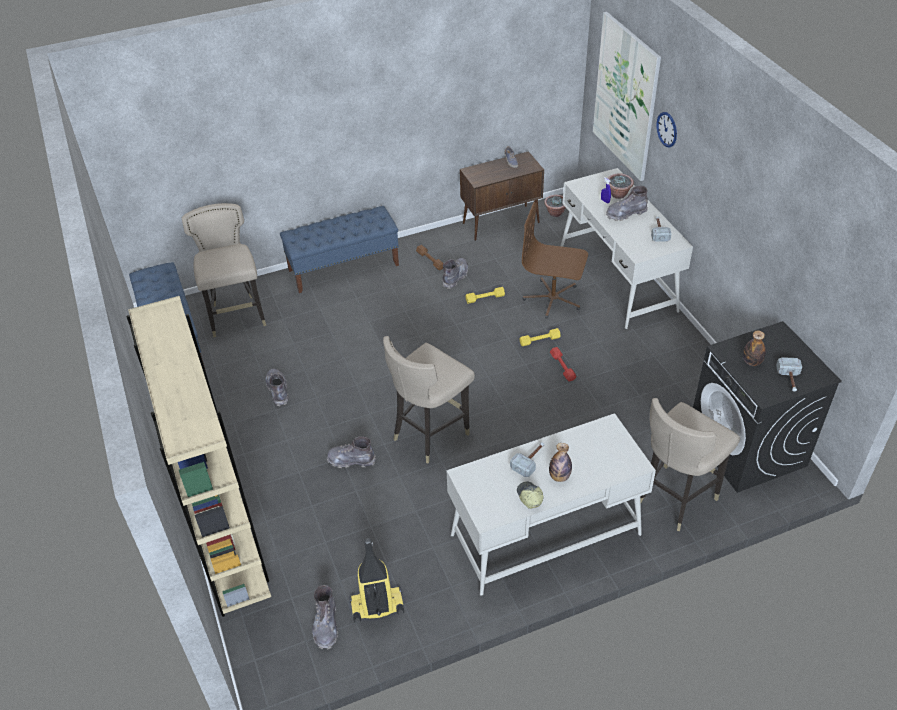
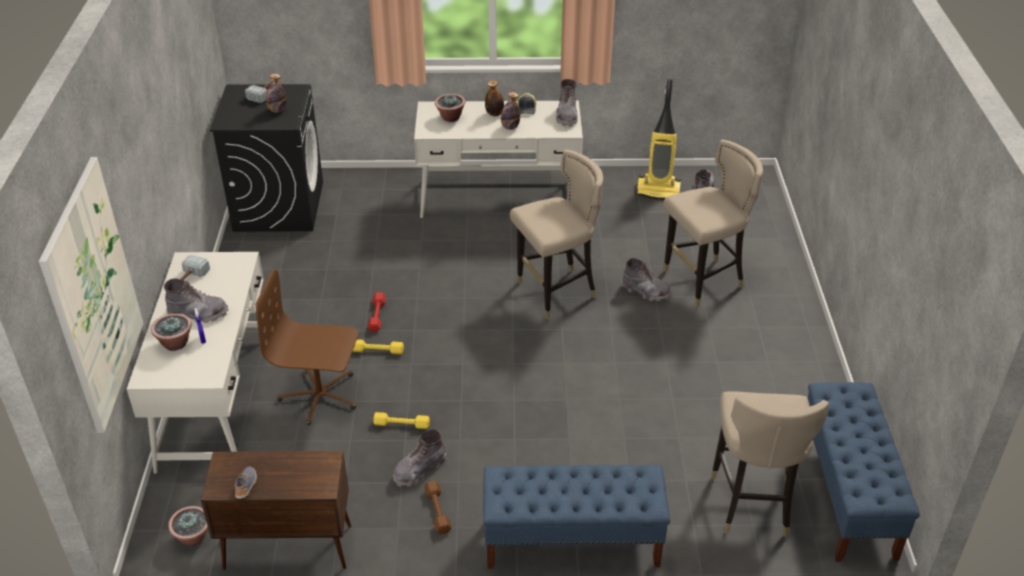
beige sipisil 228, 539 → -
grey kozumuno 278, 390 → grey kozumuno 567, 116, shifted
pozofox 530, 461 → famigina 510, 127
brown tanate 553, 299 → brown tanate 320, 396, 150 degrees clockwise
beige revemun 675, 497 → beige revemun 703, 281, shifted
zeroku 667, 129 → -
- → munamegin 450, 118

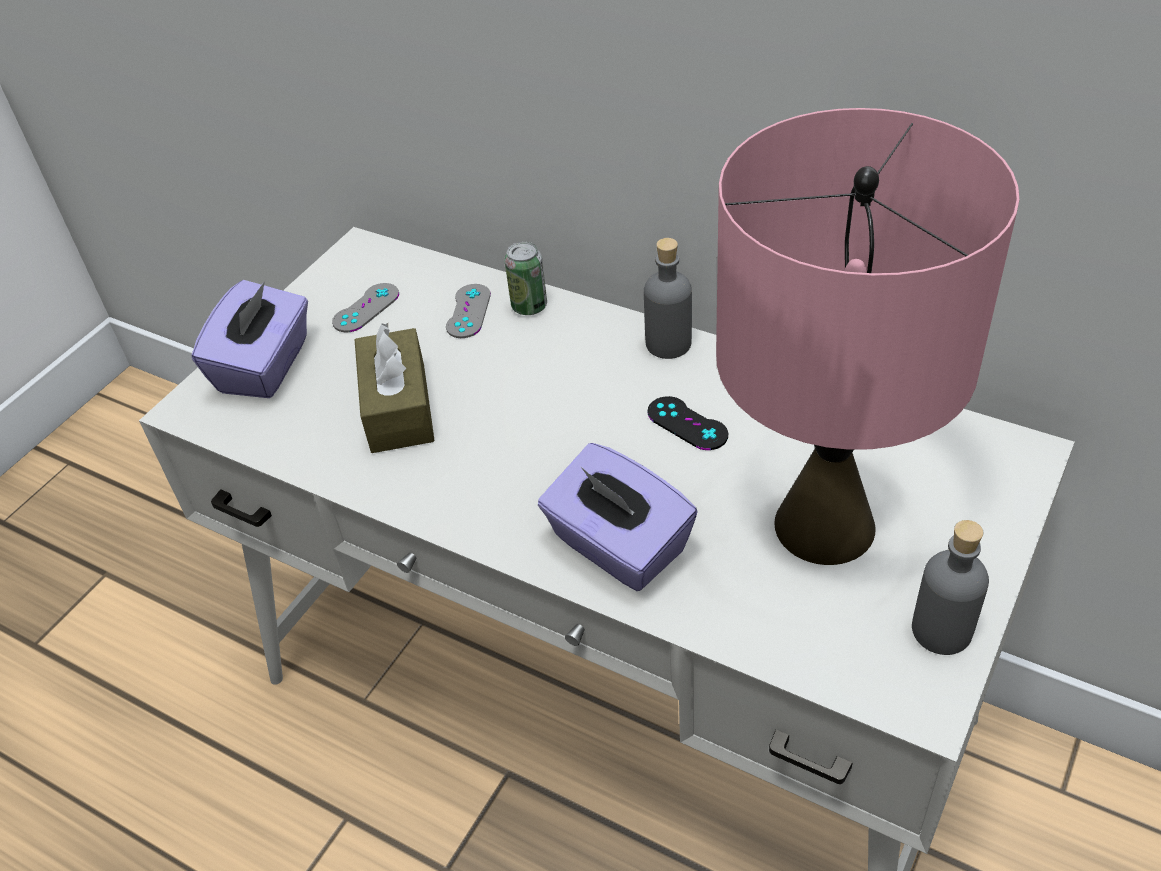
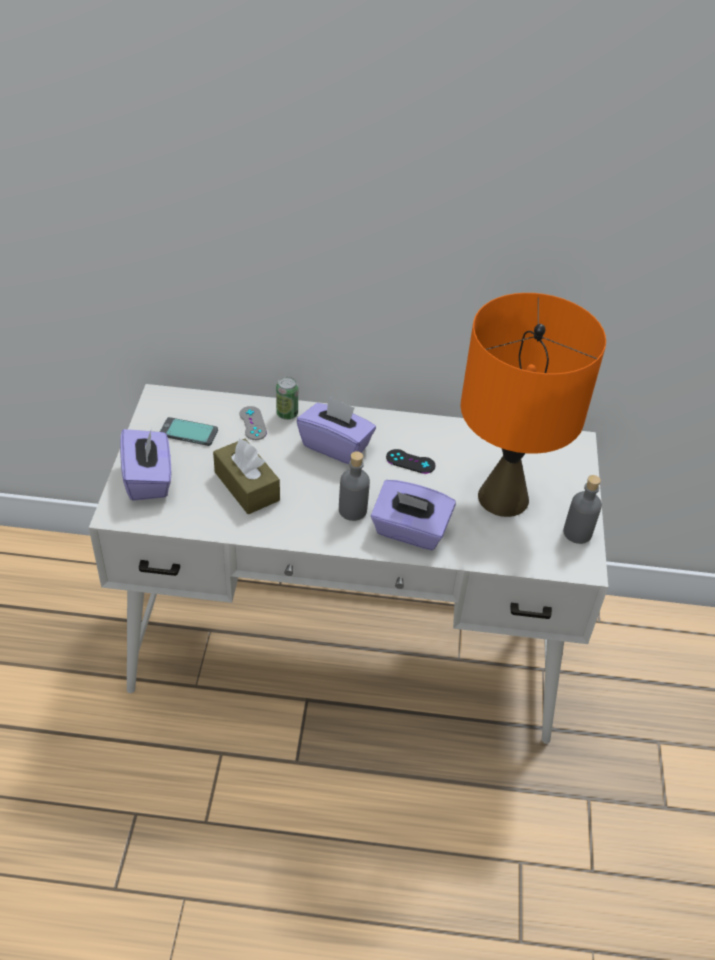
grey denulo 366, 308 → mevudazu 188, 433
grey famigina 668, 343 → grey famigina 353, 510, shifted
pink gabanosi 826, 526 → orange gabanosi 504, 498
- → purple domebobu 336, 446

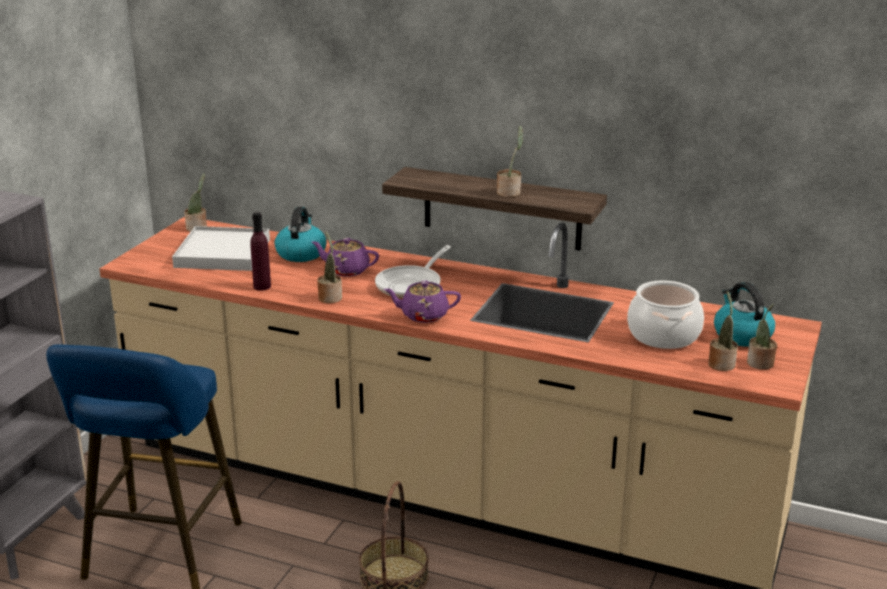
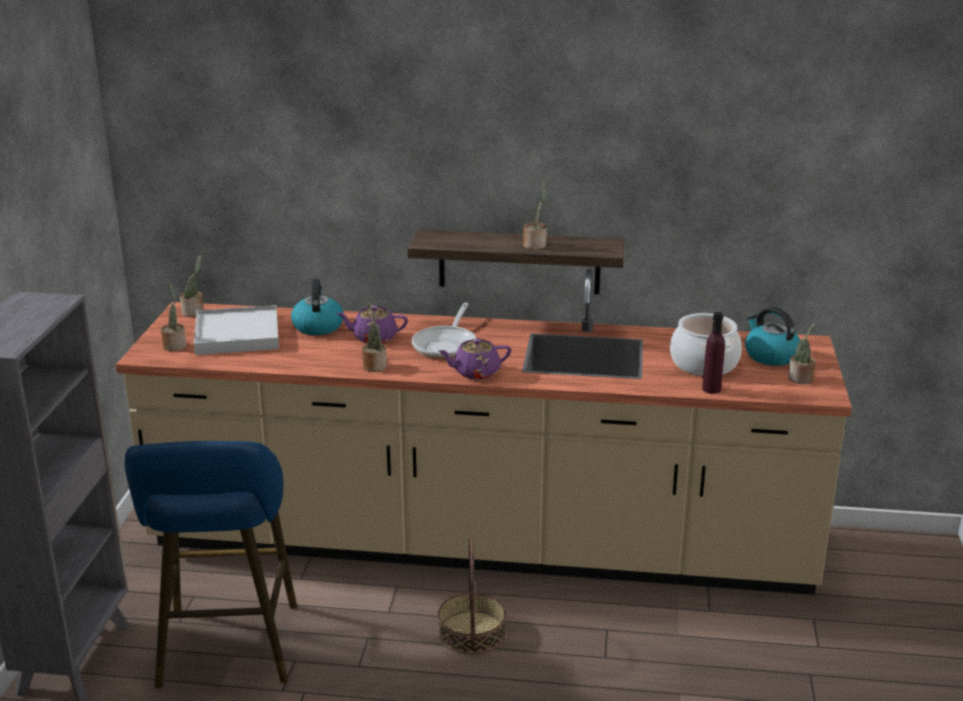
purple famigina 262, 286 → purple famigina 711, 389, shifted
munamegin 721, 363 → munamegin 175, 345, shifted

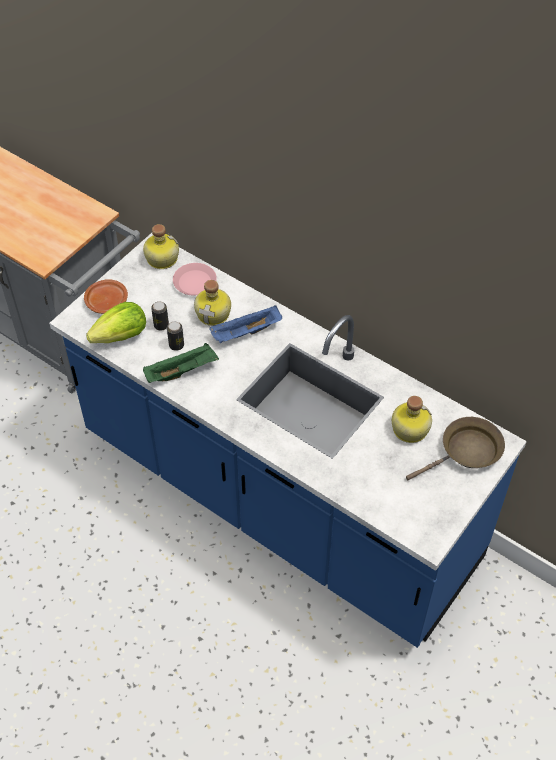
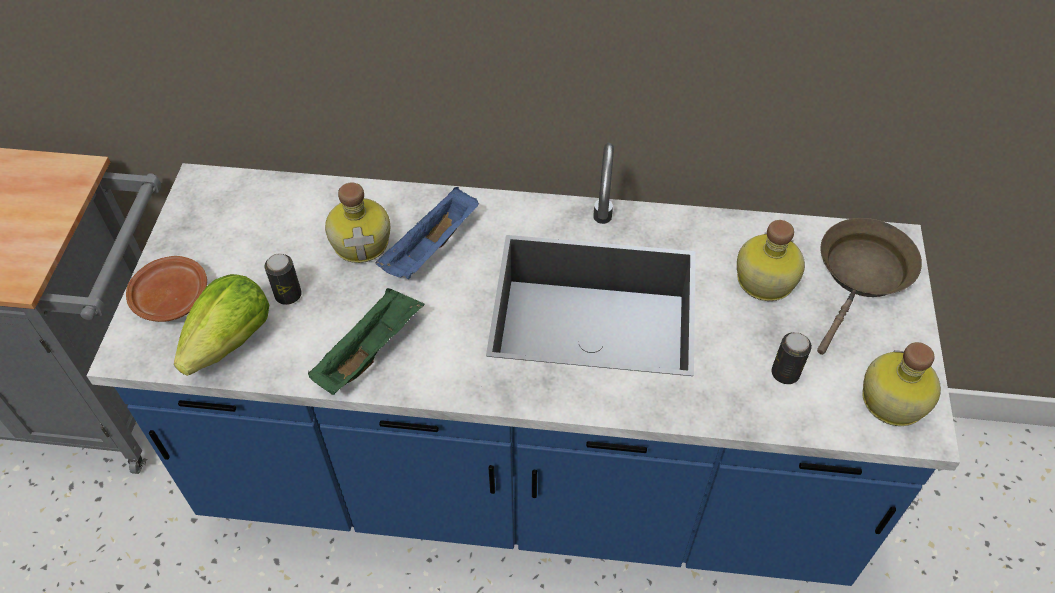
famigina 161, 258 → famigina 891, 401, shifted
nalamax 176, 345 → nalamax 785, 373, shifted
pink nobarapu 195, 282 → -

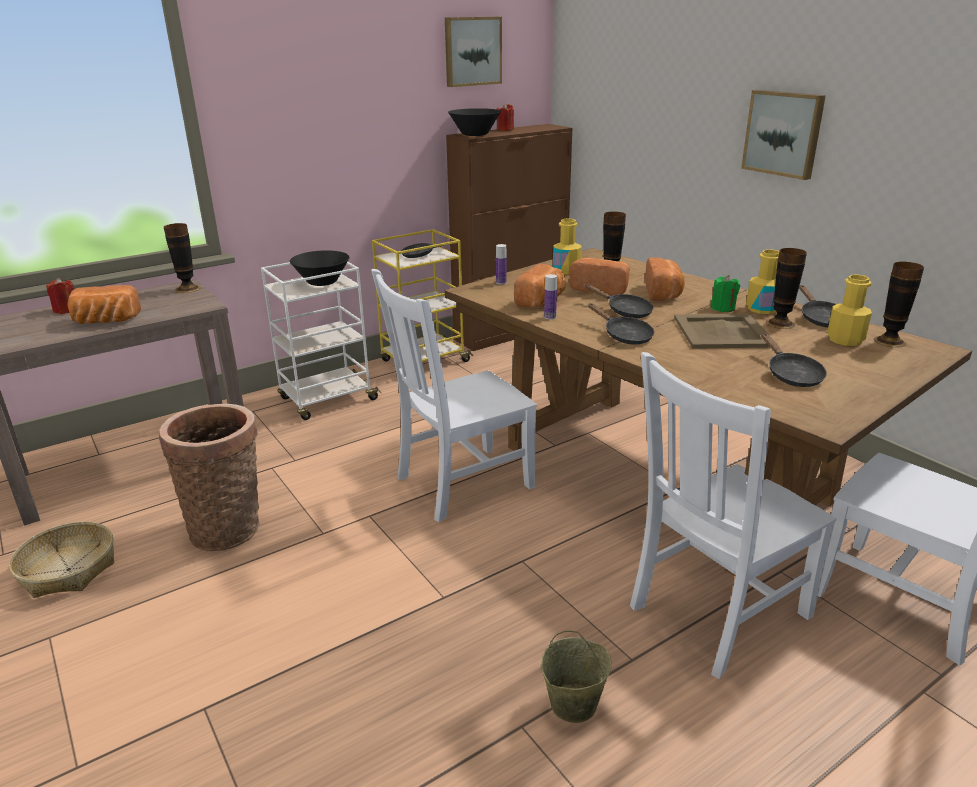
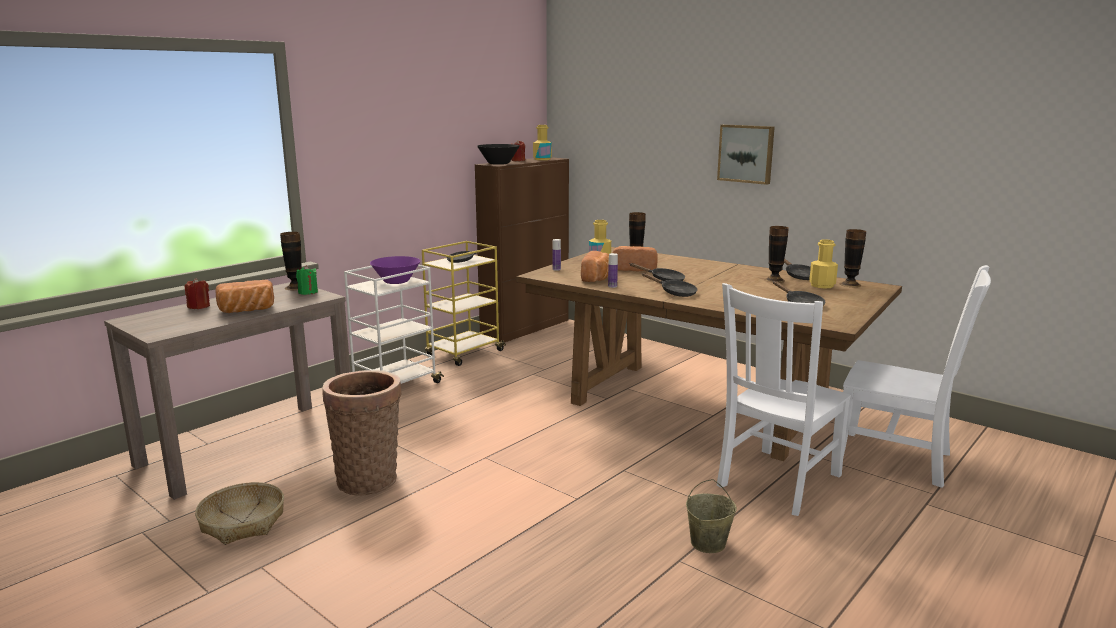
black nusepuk 322, 282 → purple nusepuk 396, 281
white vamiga 460, 483 → -
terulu 472, 51 → -
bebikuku 664, 293 → -
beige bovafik 723, 332 → -
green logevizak 723, 308 → green logevizak 308, 292, shifted
yellow famigina 762, 309 → yellow famigina 542, 159, shifted

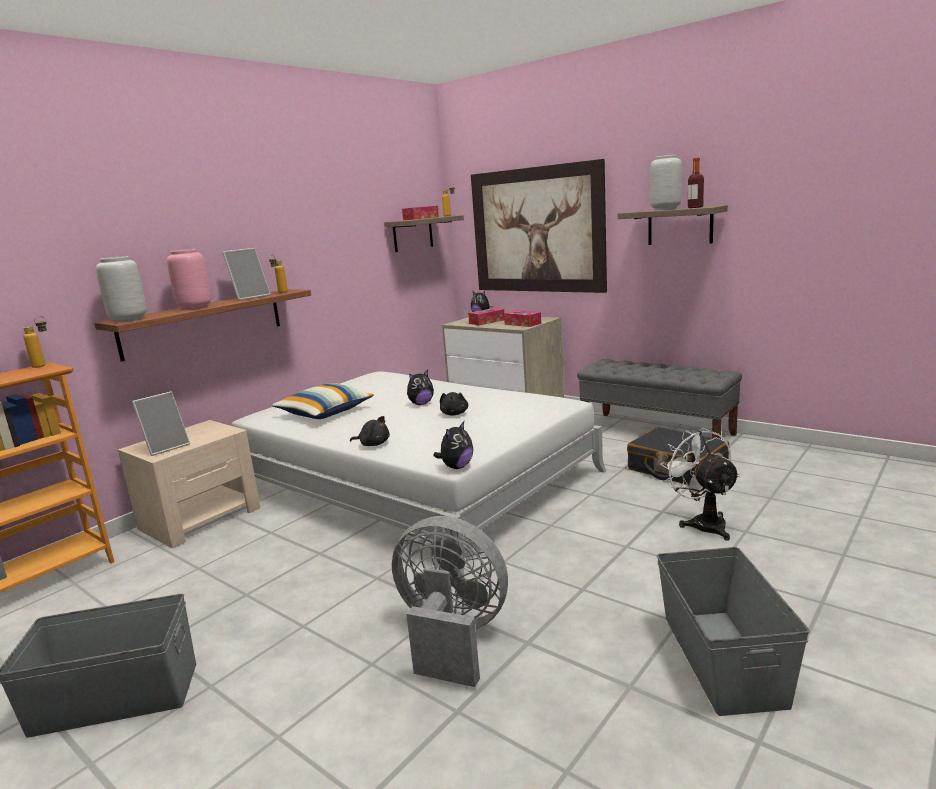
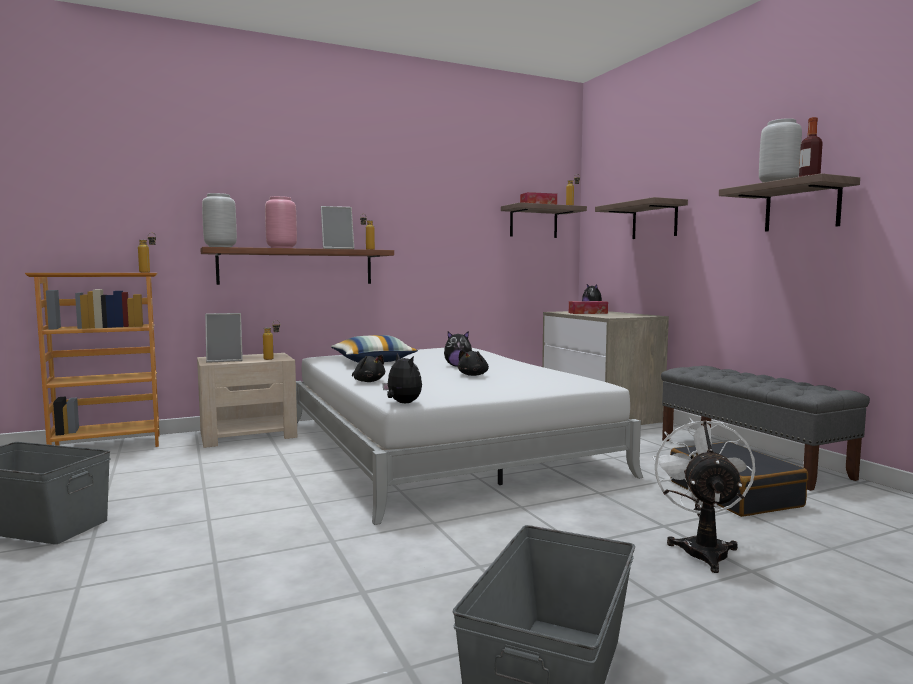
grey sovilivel 451, 637 → -
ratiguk 456, 467 → ratiguk 402, 403, 105 degrees counterclockwise
terulu 536, 230 → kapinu 654, 220
domebobu 522, 324 → -
- → famigina 272, 359

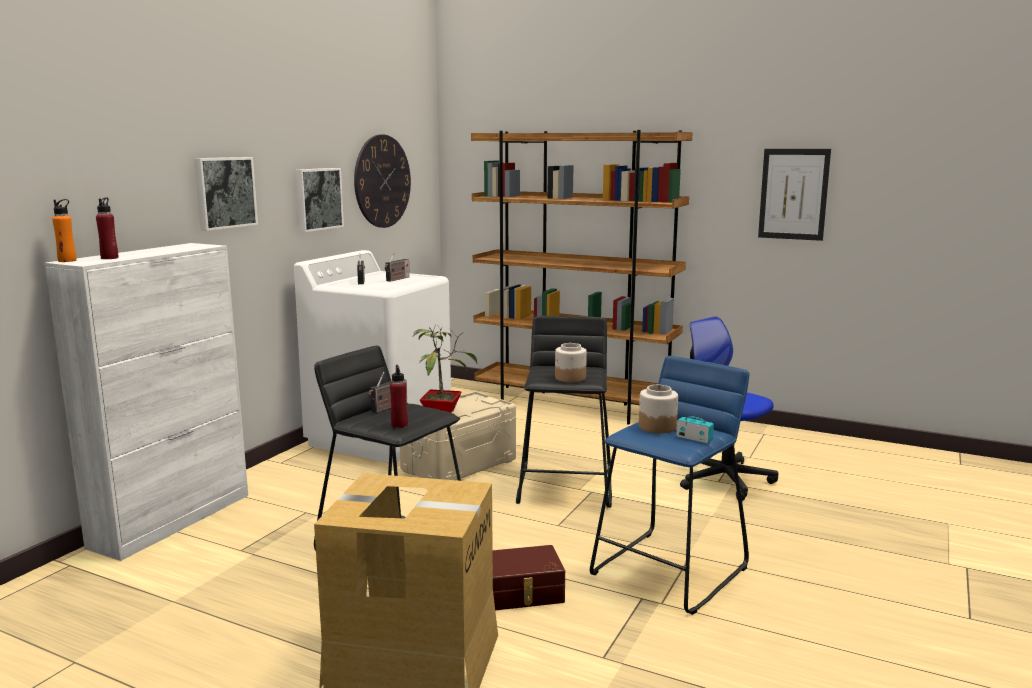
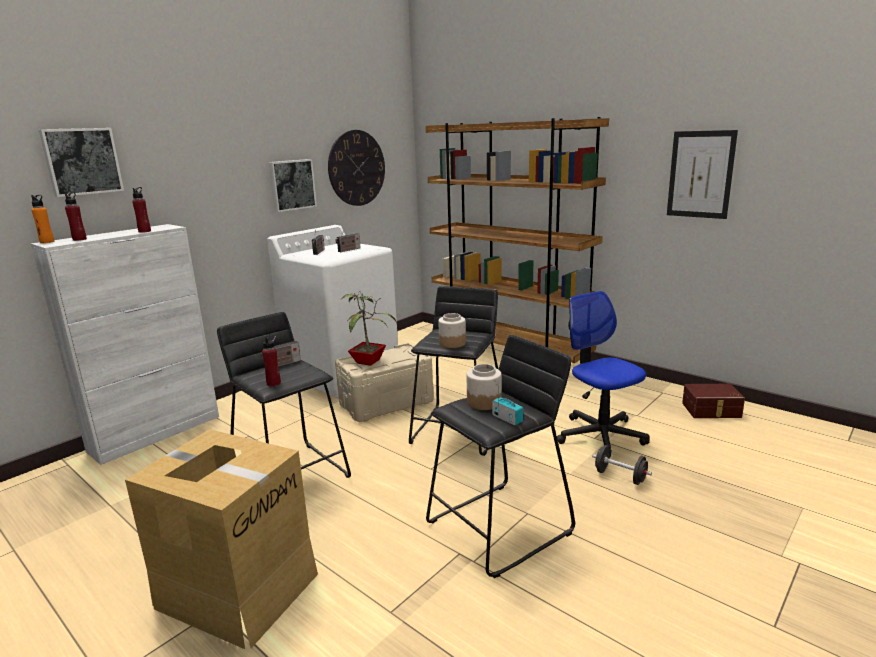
terulu 224, 192 → terulu 82, 161, shifted
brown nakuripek 523, 593 → brown nakuripek 711, 410, shifted
blue revemun 670, 571 → black revemun 499, 528
- → red famigina 144, 231
- → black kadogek 620, 476

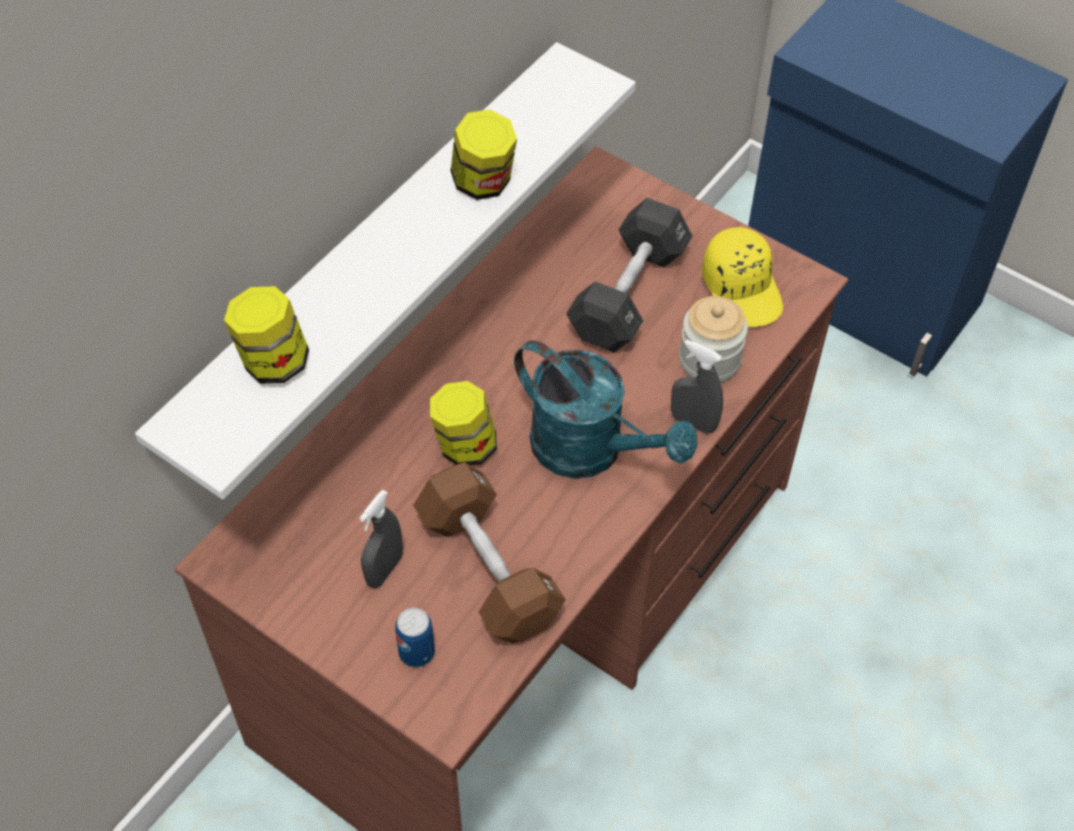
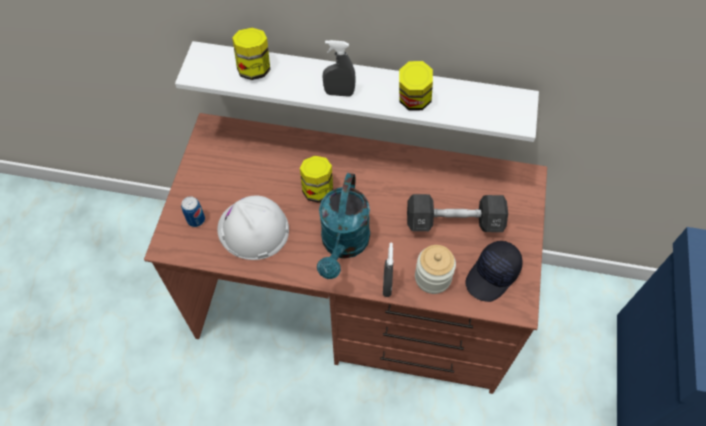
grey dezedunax 384, 570 → grey dezedunax 339, 93, shifted
brown kadogek 488, 568 → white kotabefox 253, 229
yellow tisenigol 743, 289 → black tisenigol 493, 276

